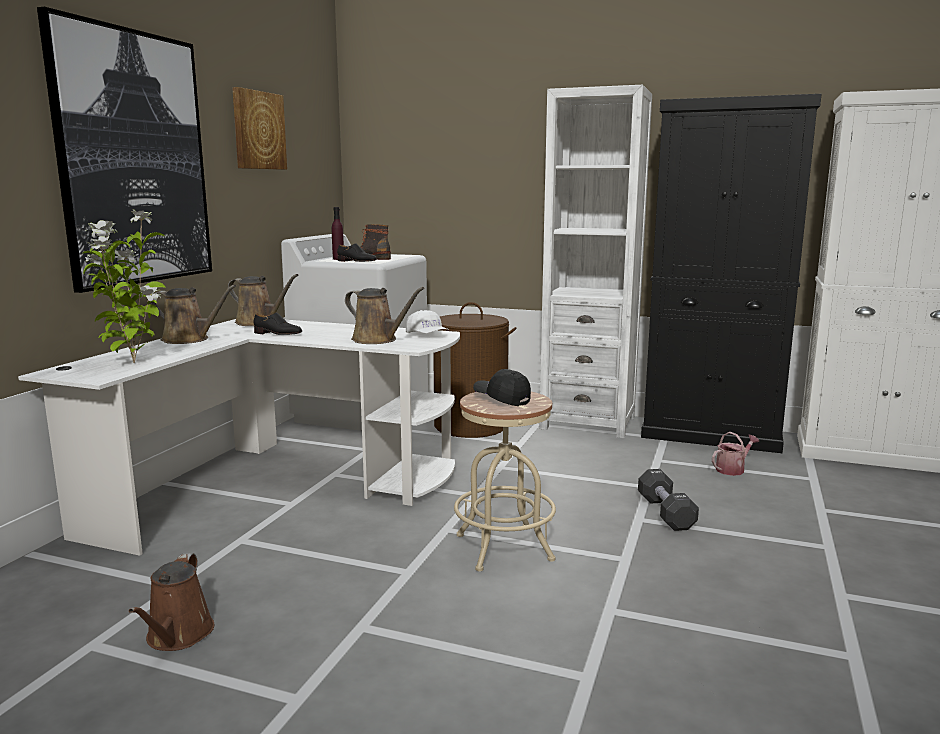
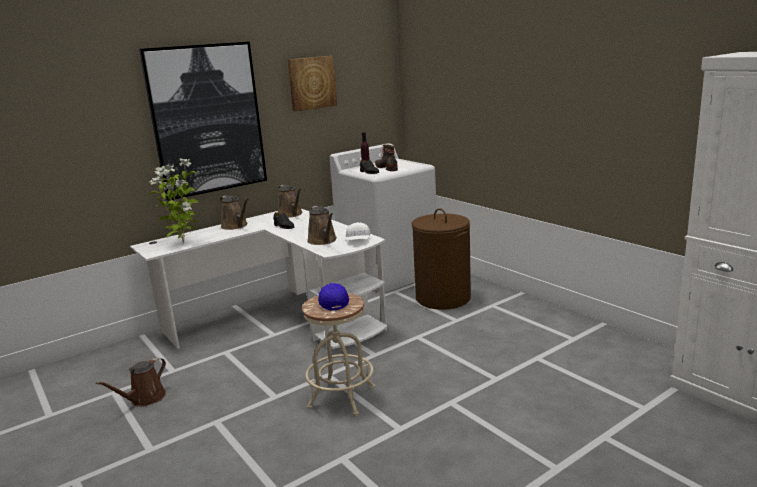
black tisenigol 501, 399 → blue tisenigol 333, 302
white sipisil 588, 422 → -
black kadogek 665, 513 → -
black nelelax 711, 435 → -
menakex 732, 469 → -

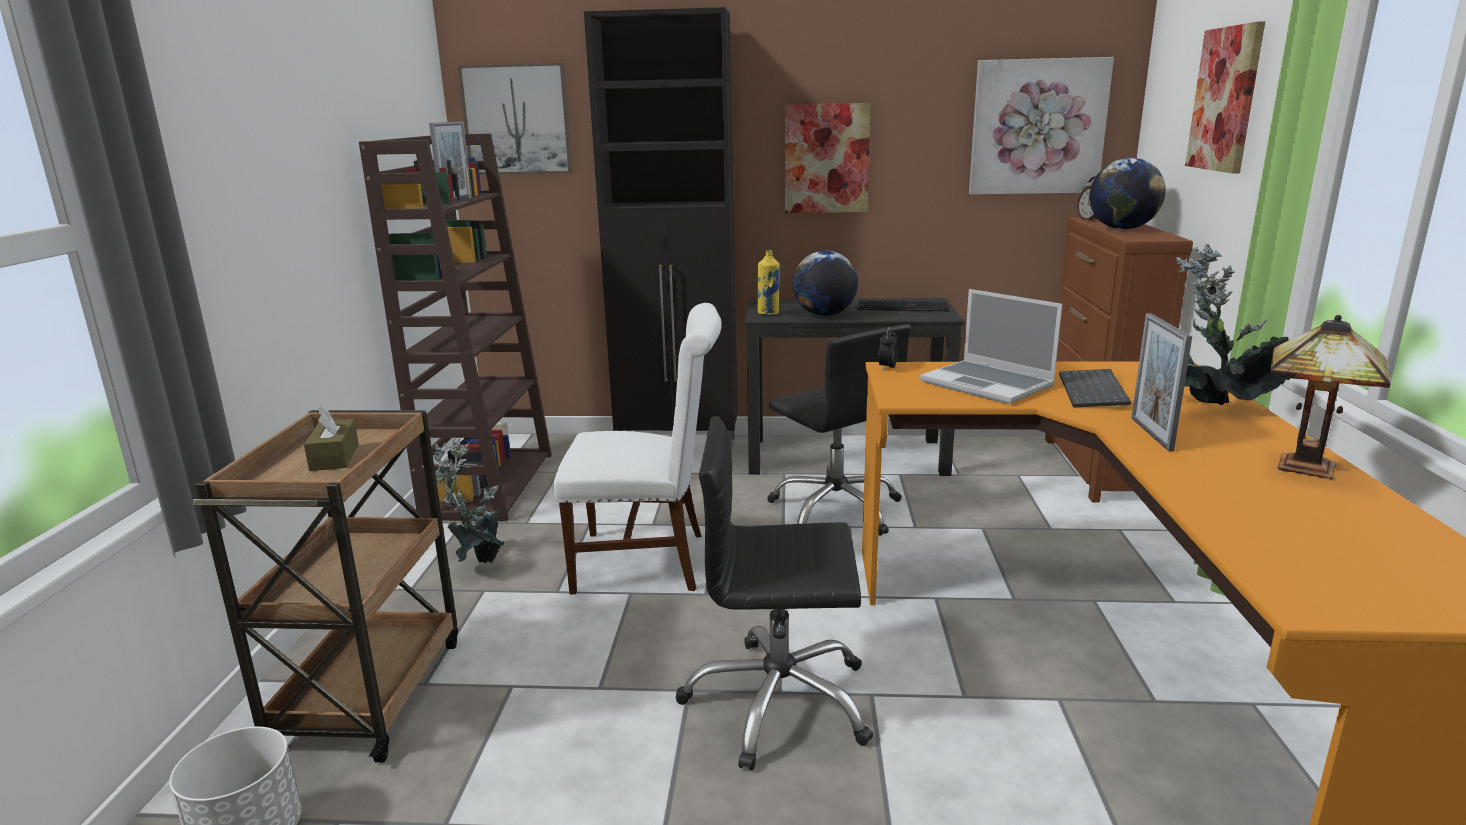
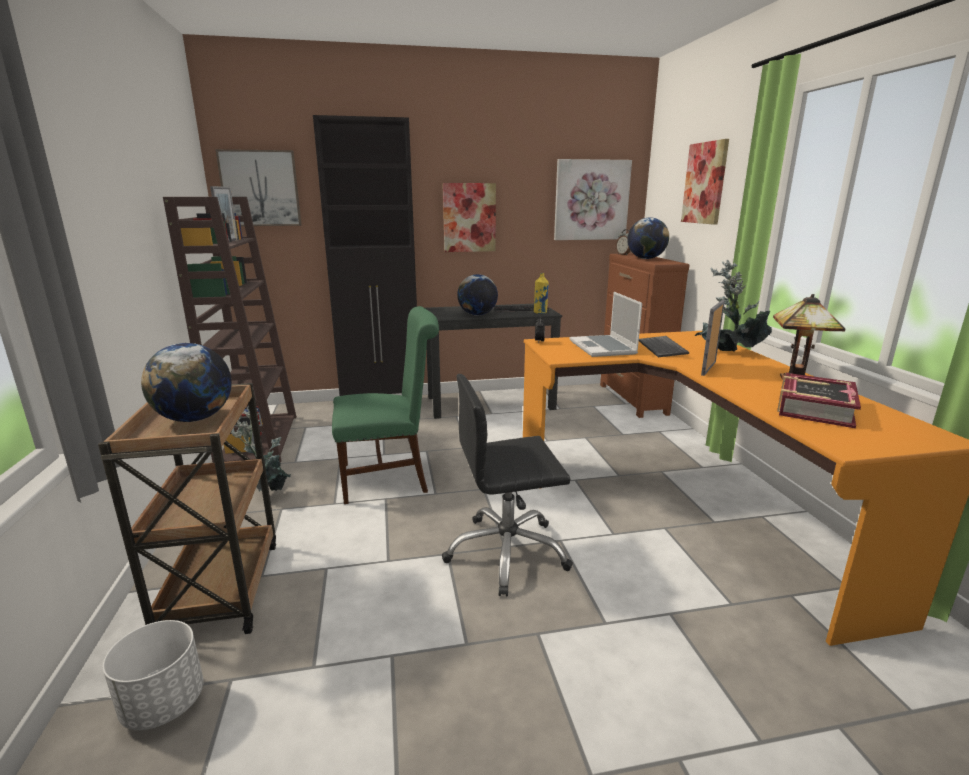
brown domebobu 334, 457 → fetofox 195, 418
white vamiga 650, 561 → green vamiga 391, 477
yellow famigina 768, 313 → yellow famigina 540, 312, shifted
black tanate 836, 509 → -
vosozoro 988, 384 → vosozoro 603, 348, 45 degrees clockwise
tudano 1151, 434 → tudano 708, 368, 45 degrees clockwise
- → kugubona 814, 408

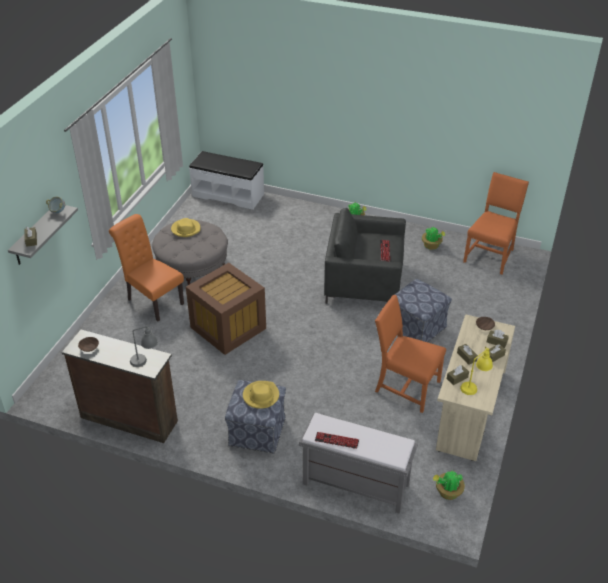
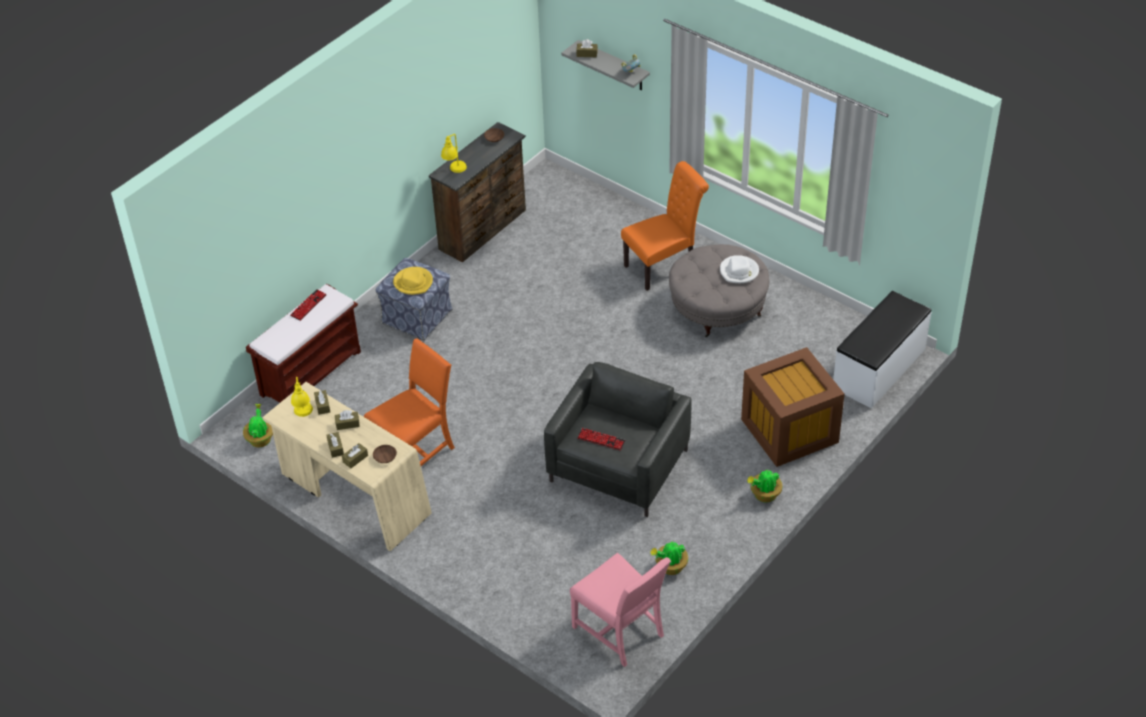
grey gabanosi 145, 361 → yellow gabanosi 455, 171
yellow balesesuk 186, 229 → white balesesuk 739, 271
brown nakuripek 229, 328 → brown nakuripek 789, 432, shifted
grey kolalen 354, 484 → brown kolalen 311, 372
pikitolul 416, 327 → -
orange vamiga 490, 255 → pink vamiga 621, 631

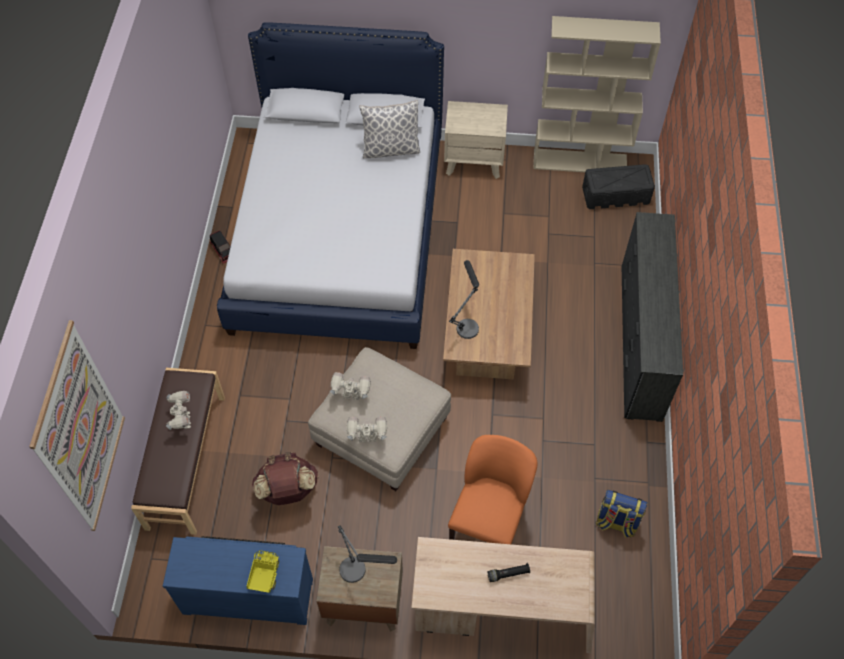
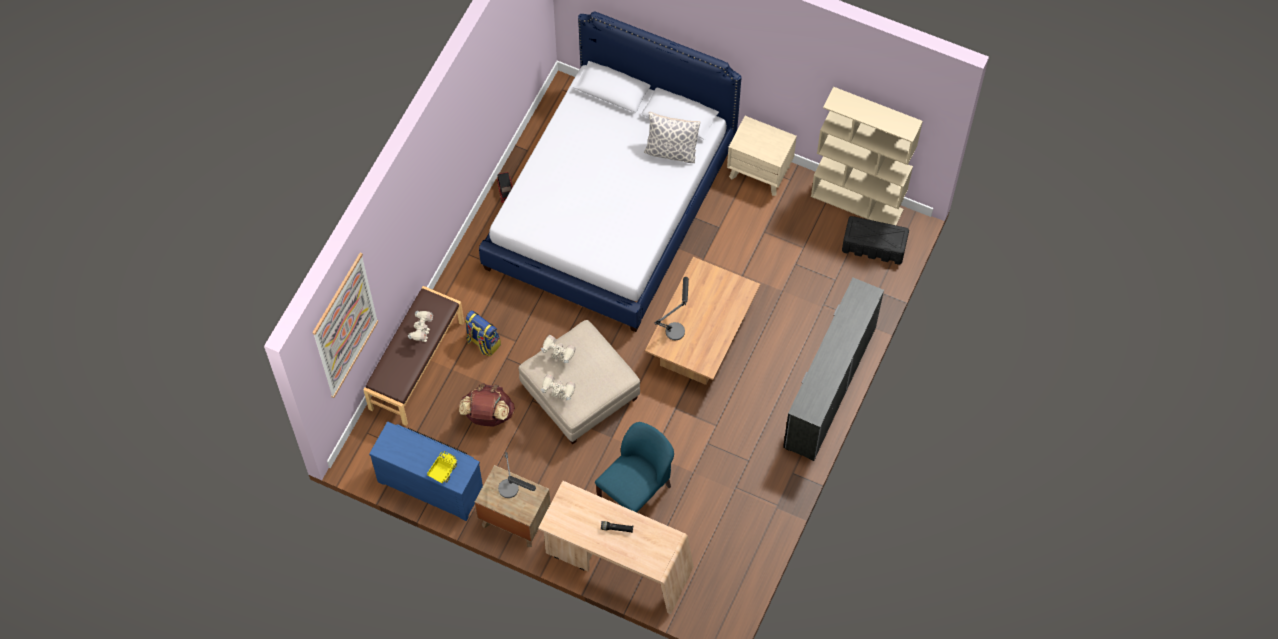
orange vamiga 488, 521 → blue vamiga 635, 492
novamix 616, 522 → novamix 483, 342, shifted

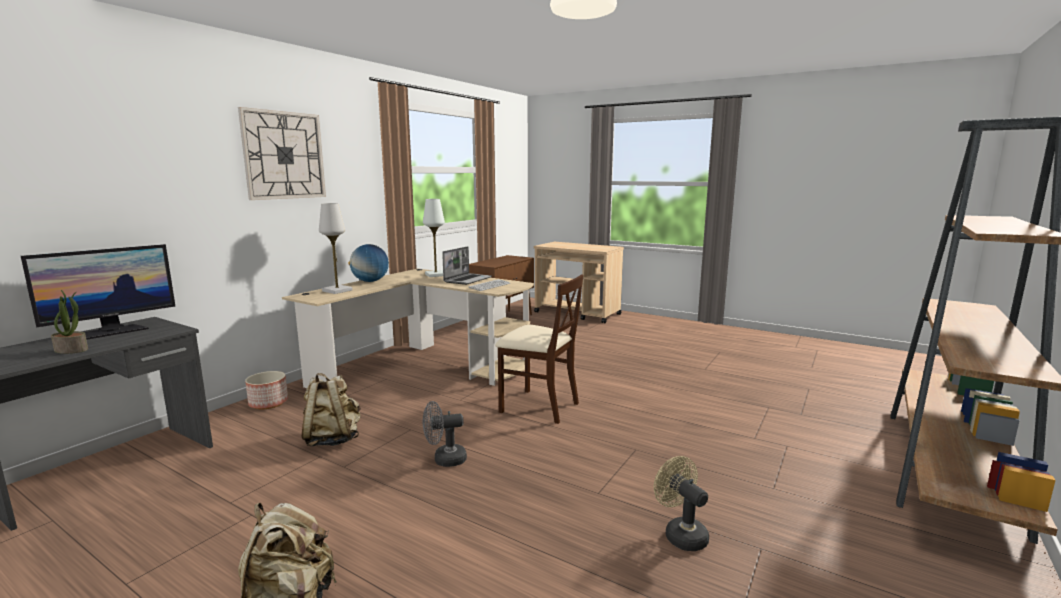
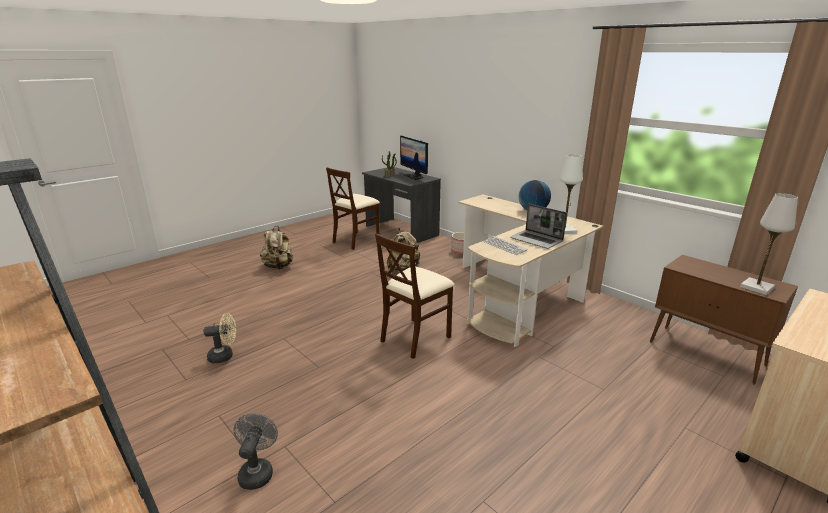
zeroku 284, 155 → -
white gabanosi 337, 291 → white gabanosi 756, 287, shifted
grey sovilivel 444, 460 → grey sovilivel 257, 471, shifted
- → beige vamiga 356, 240

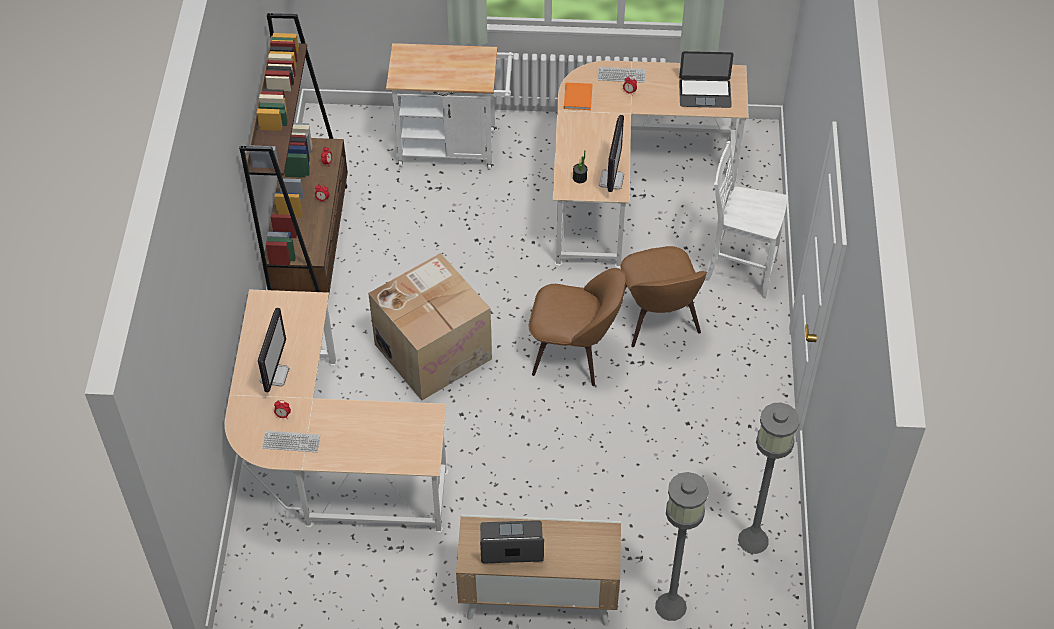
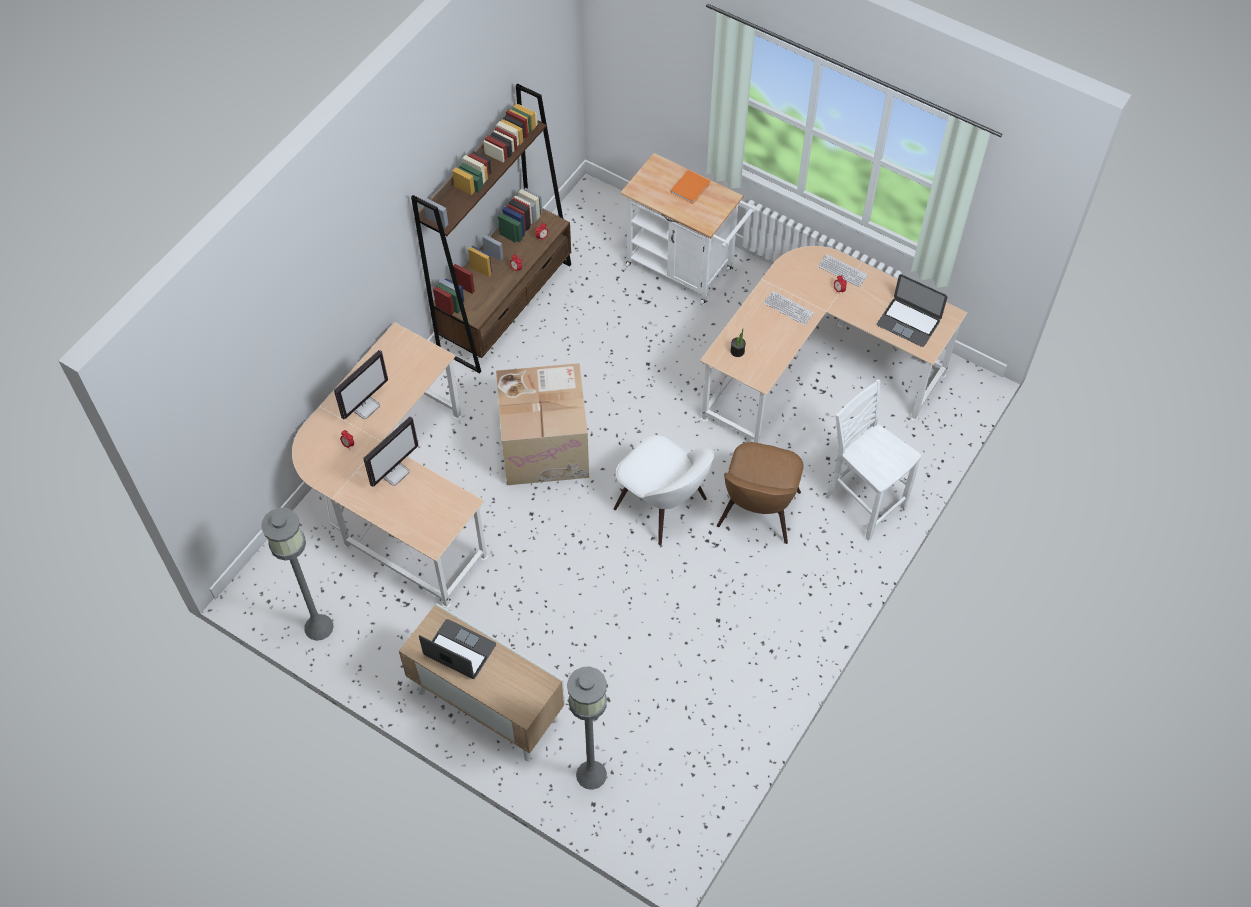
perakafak 291, 442 → perakafak 788, 308, shifted
brown vamiga 574, 352 → white vamiga 663, 506
orange kugubona 578, 96 → orange kugubona 691, 187, shifted
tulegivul 611, 179 → tulegivul 394, 472, shifted
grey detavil 752, 540 → grey detavil 318, 627, shifted

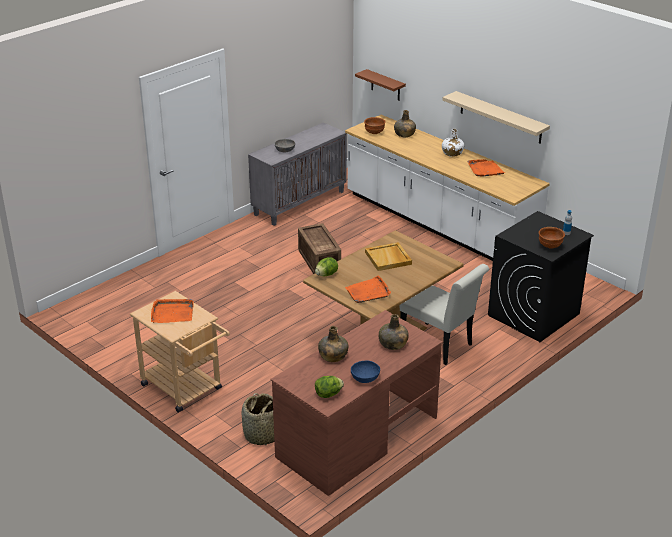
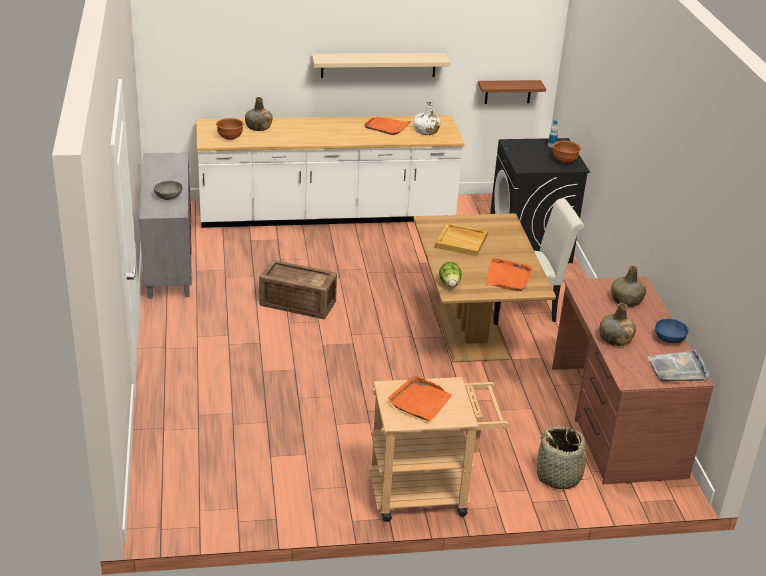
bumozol 328, 394 → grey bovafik 678, 369
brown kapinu 385, 85 → brown kapinu 508, 91, shifted
white famigina 452, 153 → white famigina 426, 131, shifted

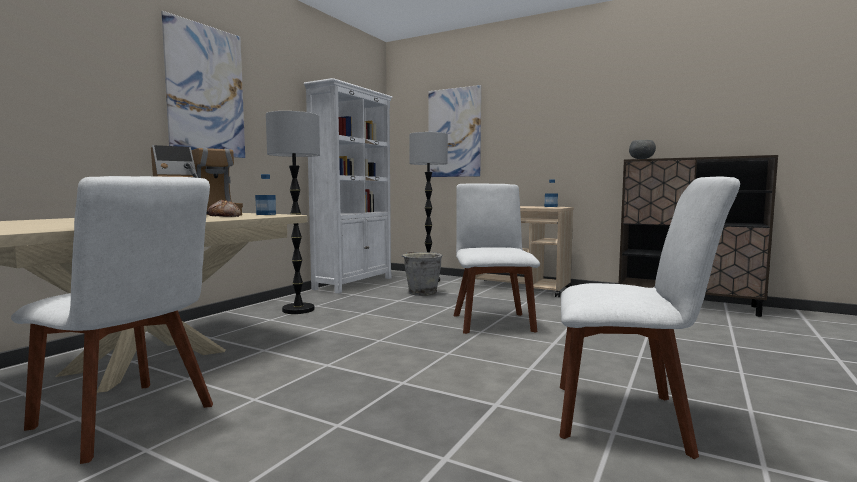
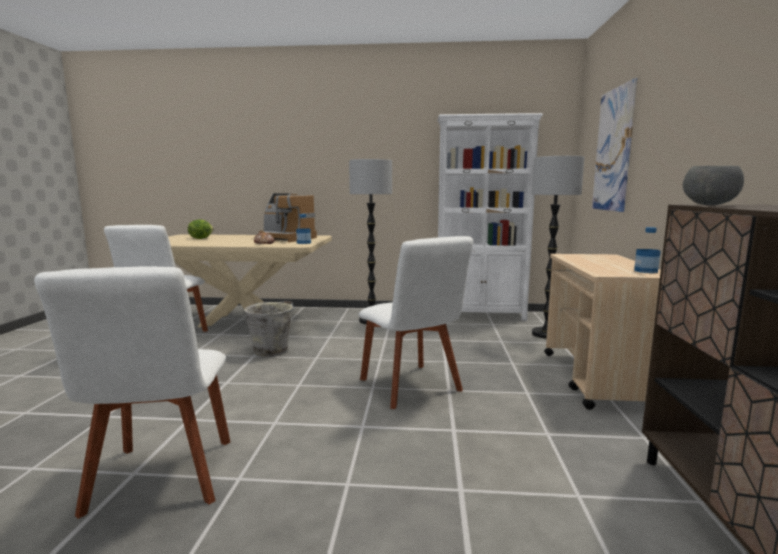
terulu 206, 91 → -
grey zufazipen 422, 292 → grey zufazipen 272, 350, shifted
white vamiga 492, 322 → white vamiga 412, 387, 90 degrees clockwise
- → bumozol 200, 238

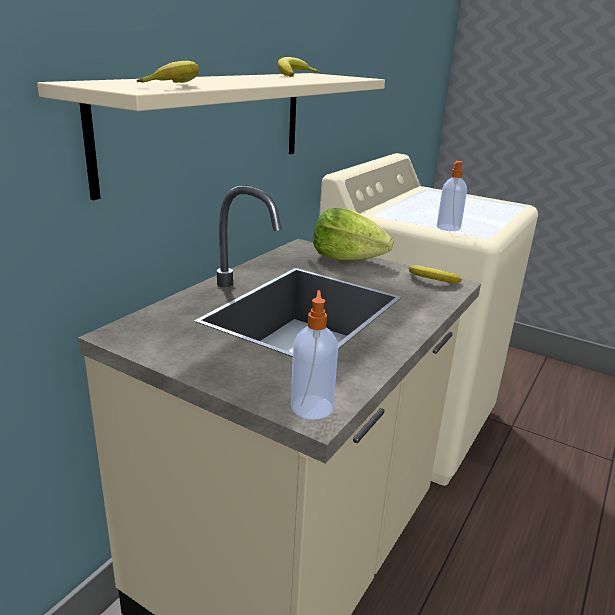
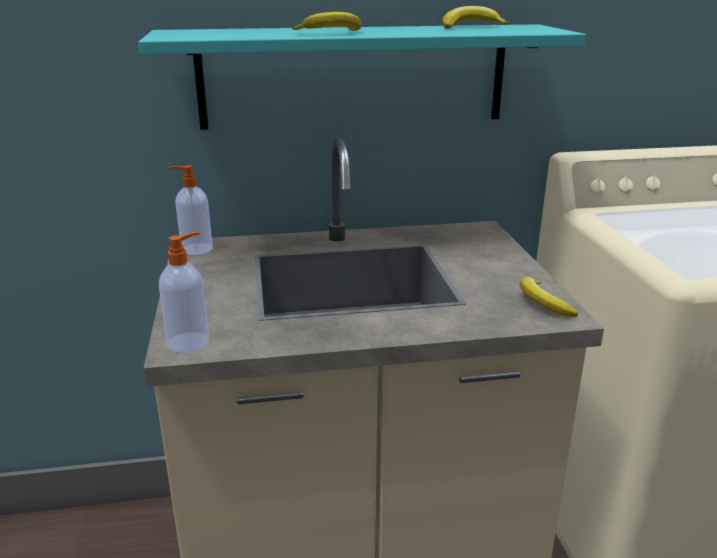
beige kapinu 210, 125 → turquoise kapinu 354, 76
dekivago 175, 85 → dekivago 332, 33, shifted
bumozol 347, 258 → -
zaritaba 448, 228 → zaritaba 195, 249, shifted

